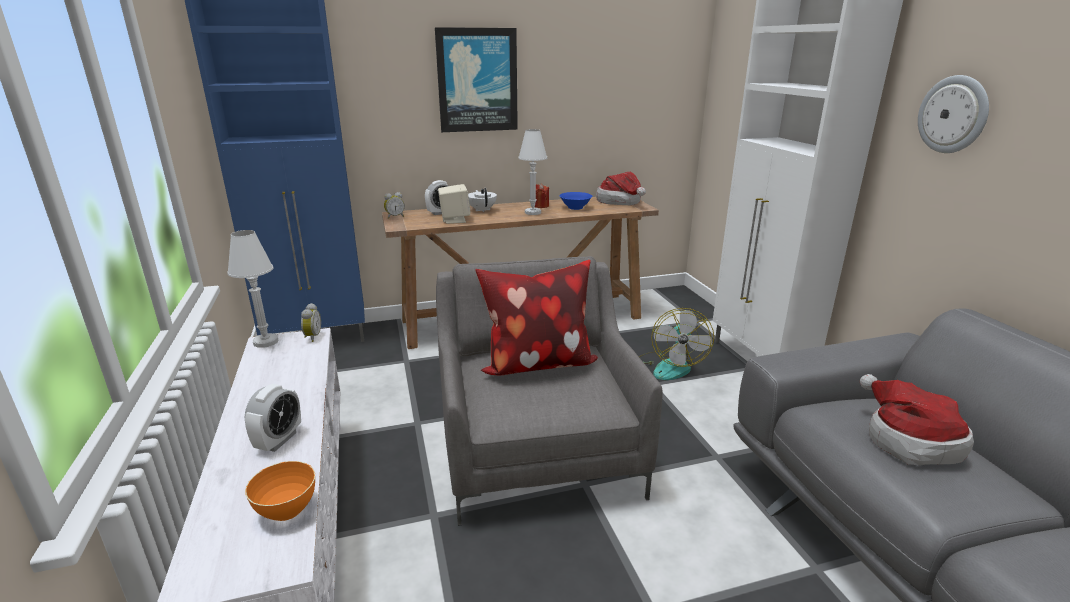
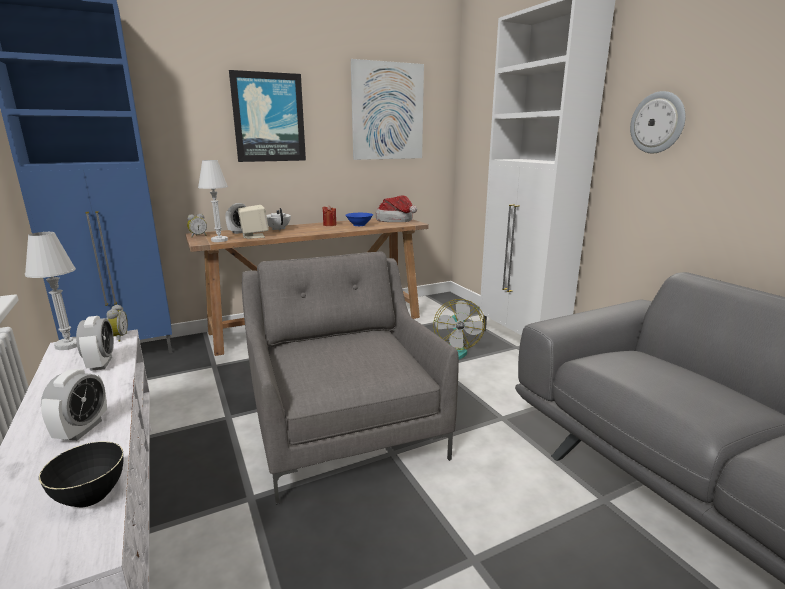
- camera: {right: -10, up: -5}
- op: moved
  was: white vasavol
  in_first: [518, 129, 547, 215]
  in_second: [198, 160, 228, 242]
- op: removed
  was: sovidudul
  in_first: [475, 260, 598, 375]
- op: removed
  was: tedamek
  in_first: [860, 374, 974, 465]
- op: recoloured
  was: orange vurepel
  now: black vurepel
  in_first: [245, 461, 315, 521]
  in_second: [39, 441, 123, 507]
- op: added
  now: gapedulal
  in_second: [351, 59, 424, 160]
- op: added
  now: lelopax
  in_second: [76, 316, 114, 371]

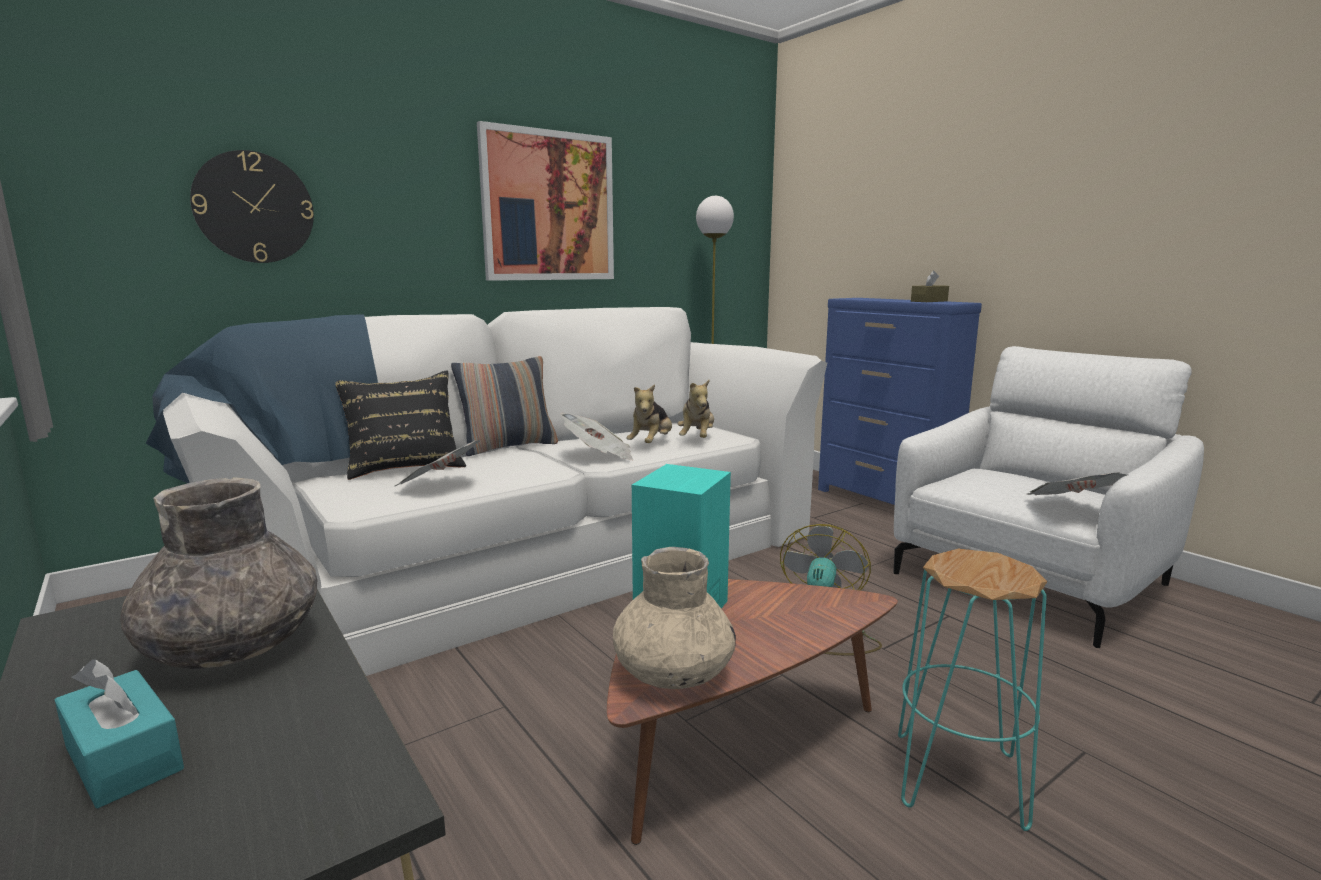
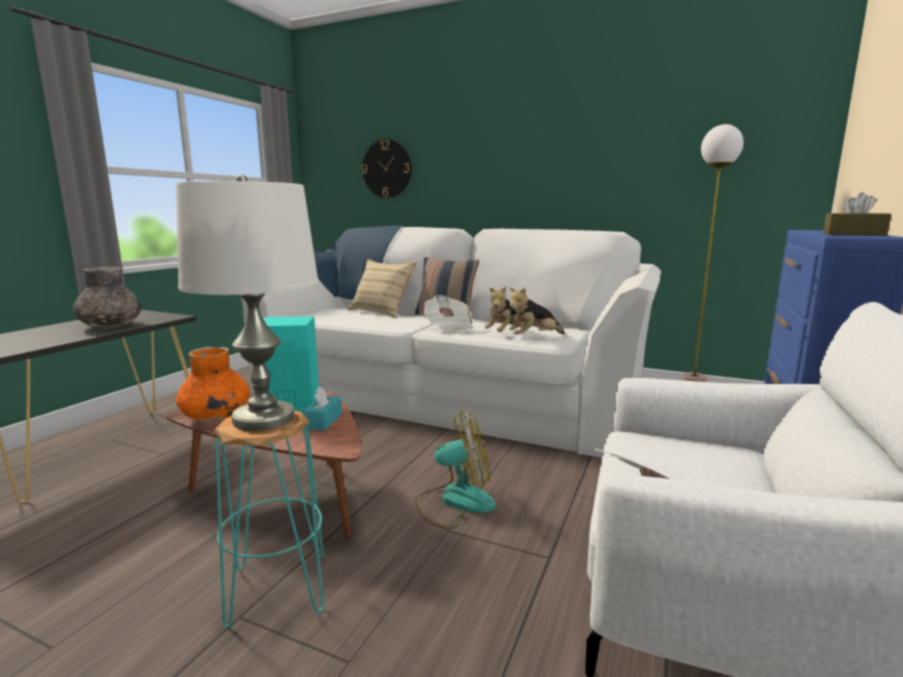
- camera: {right: 60, up: 0}
- op: removed
  was: gapedulal
  in_first: [477, 121, 614, 281]
- op: recoloured
  was: black sovidudul
  now: beige sovidudul
  in_first: [335, 370, 466, 480]
  in_second: [347, 259, 417, 318]
- op: turned
  was: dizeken
  in_first: [626, 384, 672, 443]
  in_second: [484, 287, 522, 332]
  clockwise: -45
- op: removed
  was: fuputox
  in_first: [395, 440, 480, 486]
- op: recoloured
  was: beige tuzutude
  now: orange tuzutude
  in_first: [613, 547, 736, 689]
  in_second: [176, 347, 250, 422]
- op: moved
  was: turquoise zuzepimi
  in_first: [55, 659, 184, 808]
  in_second: [302, 386, 342, 431]
- op: added
  now: white vasavol
  in_second: [176, 174, 319, 431]

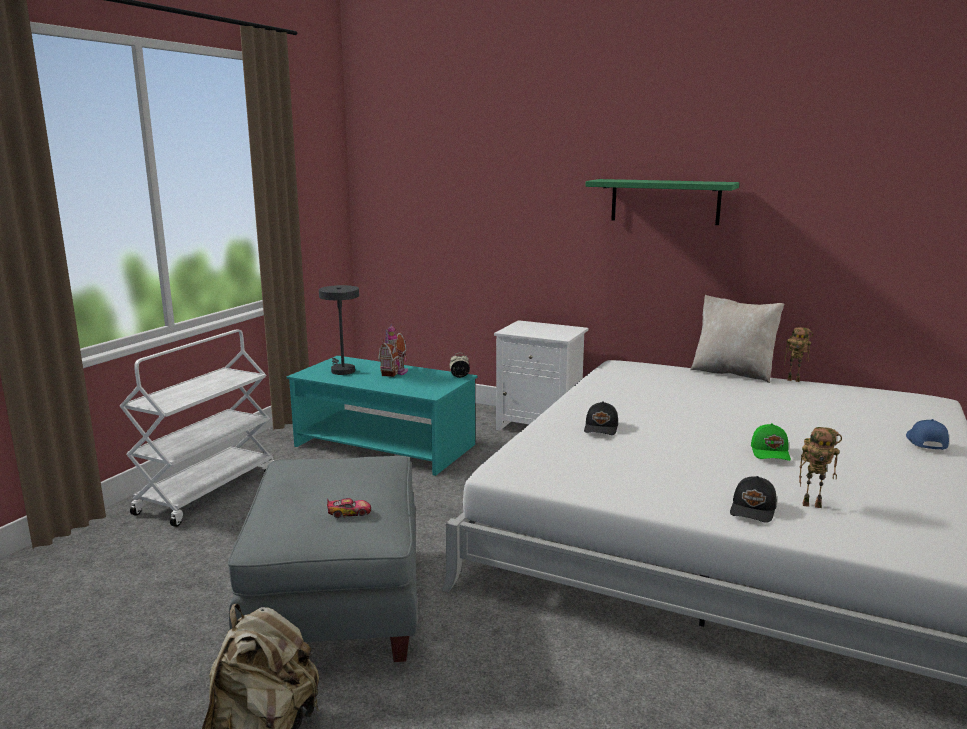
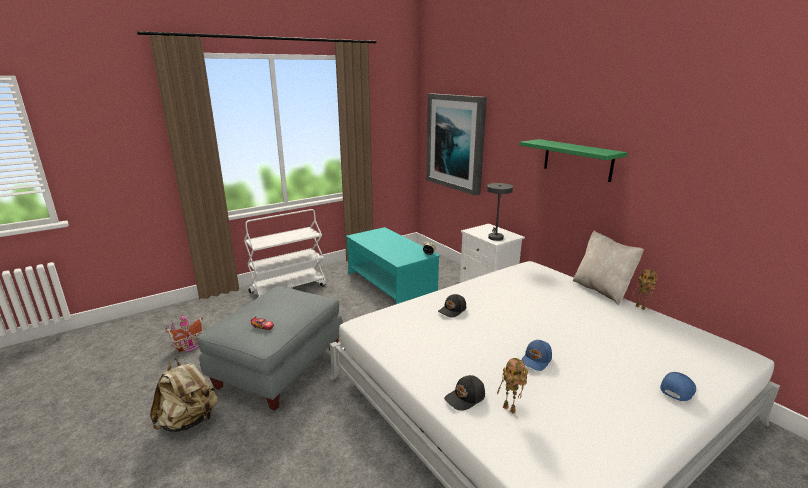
- camera: {right: 30, up: 5}
- op: moved
  was: grey vasavol
  in_first: [319, 285, 359, 375]
  in_second: [487, 183, 513, 241]
- op: moved
  was: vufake
  in_first: [378, 324, 408, 377]
  in_second: [165, 314, 206, 352]
- op: recoloured
  was: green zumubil
  now: blue zumubil
  in_first: [751, 423, 791, 461]
  in_second: [521, 340, 552, 371]
- op: added
  now: gapedulal
  in_second: [426, 93, 487, 196]

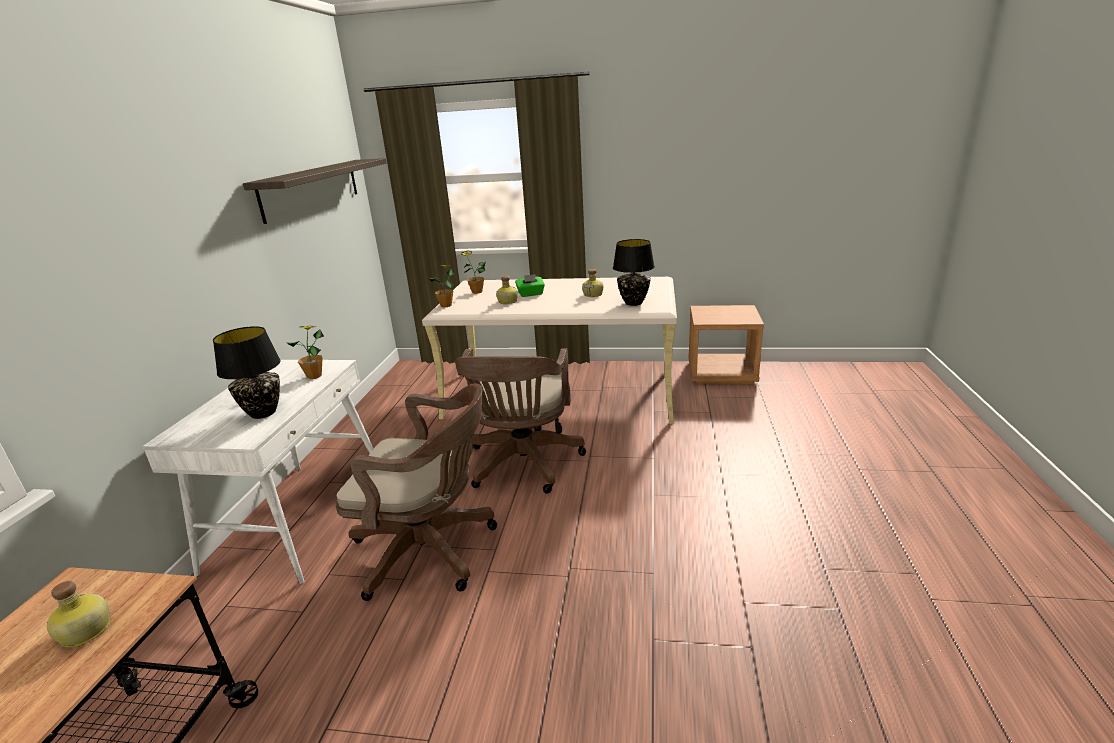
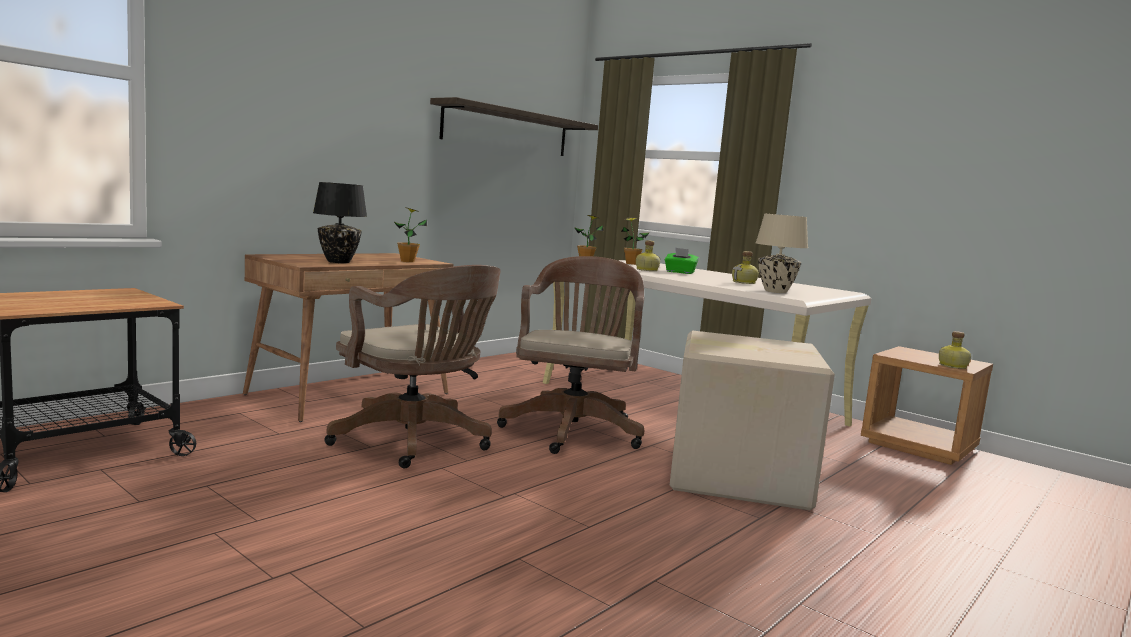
- camera: {right: 30, up: -15}
- op: recoloured
  was: black vasavol
  now: beige vasavol
  in_first: [613, 239, 655, 306]
  in_second: [756, 213, 808, 293]
- op: turned
  was: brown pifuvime
  in_first: [455, 348, 586, 494]
  in_second: [497, 256, 644, 454]
  clockwise: 150
- op: recoloured
  was: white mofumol
  now: brown mofumol
  in_first: [142, 360, 374, 584]
  in_second: [243, 253, 454, 422]
- op: moved
  was: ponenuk
  in_first: [47, 581, 111, 647]
  in_second: [939, 331, 971, 369]
- op: added
  now: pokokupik
  in_second: [670, 331, 835, 510]

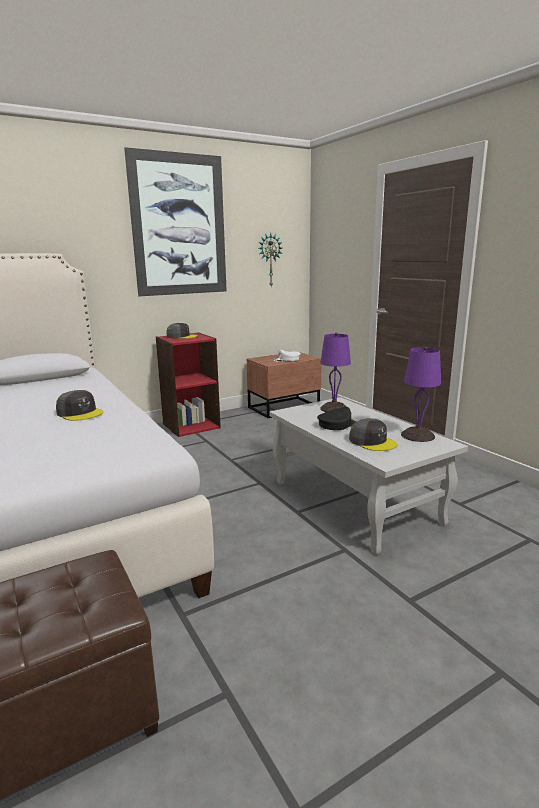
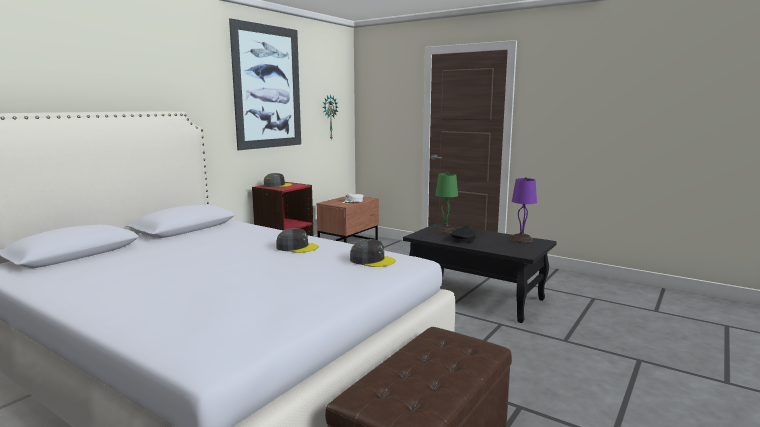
- camera: {right: -25, up: -5}
- op: recoloured
  was: purple vasavol
  now: green vasavol
  in_first: [320, 333, 351, 412]
  in_second: [435, 172, 458, 233]
- op: recoloured
  was: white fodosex
  now: black fodosex
  in_first: [269, 397, 468, 555]
  in_second: [403, 223, 557, 323]
- op: moved
  was: grey zumubil
  in_first: [349, 418, 397, 451]
  in_second: [350, 239, 396, 267]

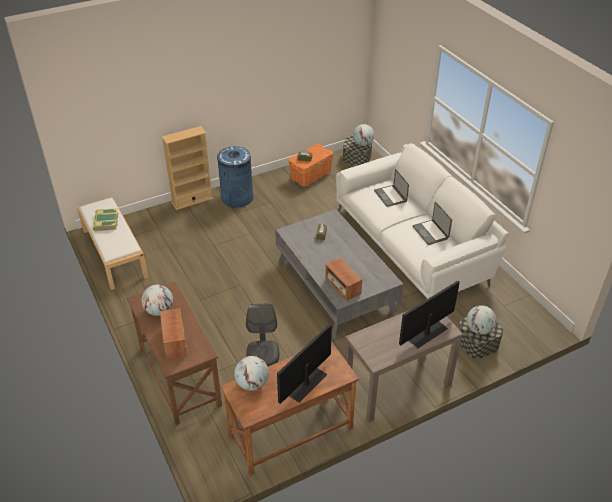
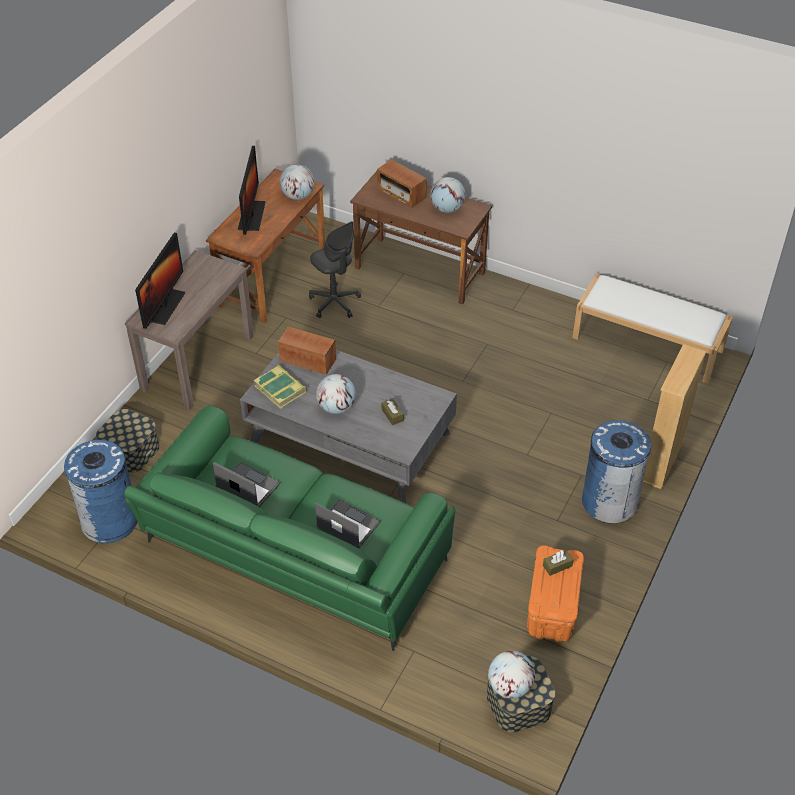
- camera: {right: 145, up: 5}
- op: recoloured
  was: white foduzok
  now: green foduzok
  in_first: [336, 143, 509, 299]
  in_second: [124, 406, 455, 651]
- op: moved
  was: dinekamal
  in_first: [93, 208, 118, 231]
  in_second: [254, 365, 307, 409]
- op: moved
  was: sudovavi
  in_first: [467, 305, 496, 335]
  in_second: [316, 374, 356, 414]
- op: added
  now: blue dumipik
  in_second: [64, 440, 137, 543]

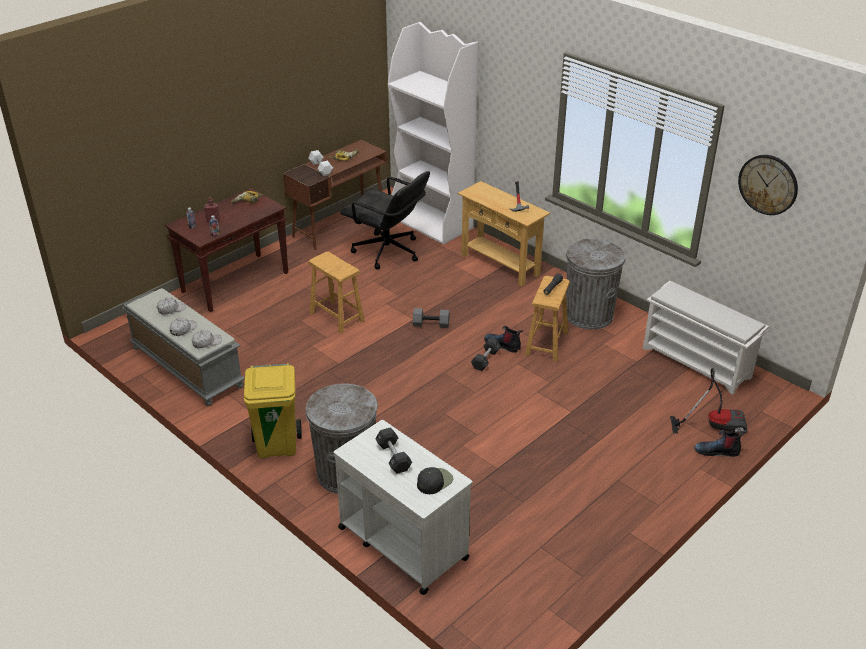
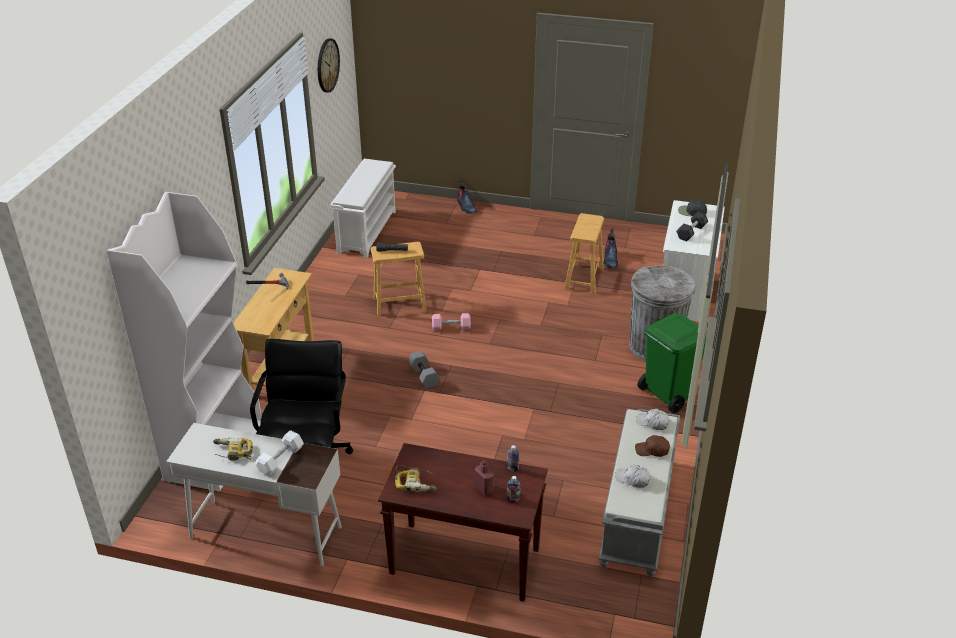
- camera: {right: -120, up: 0}
- op: recoloured
  was: brown mofumol
  now: white mofumol
  in_first: [283, 140, 387, 250]
  in_second: [166, 423, 342, 566]
- op: removed
  was: grey dumipik
  in_first: [566, 238, 625, 330]
- op: moved
  was: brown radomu
  in_first: [308, 252, 365, 334]
  in_second: [564, 213, 604, 294]
- op: recoloured
  was: white zumubil
  now: brown zumubil
  in_first: [170, 318, 197, 336]
  in_second: [635, 435, 670, 457]
- op: moved
  was: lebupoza
  in_first: [484, 326, 523, 353]
  in_second: [604, 228, 618, 268]
- op: recoloured
  was: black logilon
  now: pink logilon
  in_first: [471, 338, 501, 371]
  in_second: [432, 313, 471, 331]
- op: recoloured
  was: yellow dumipik
  now: green dumipik
  in_first: [244, 363, 302, 458]
  in_second: [638, 313, 707, 413]
- op: removed
  was: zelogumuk
  in_first: [670, 368, 747, 433]

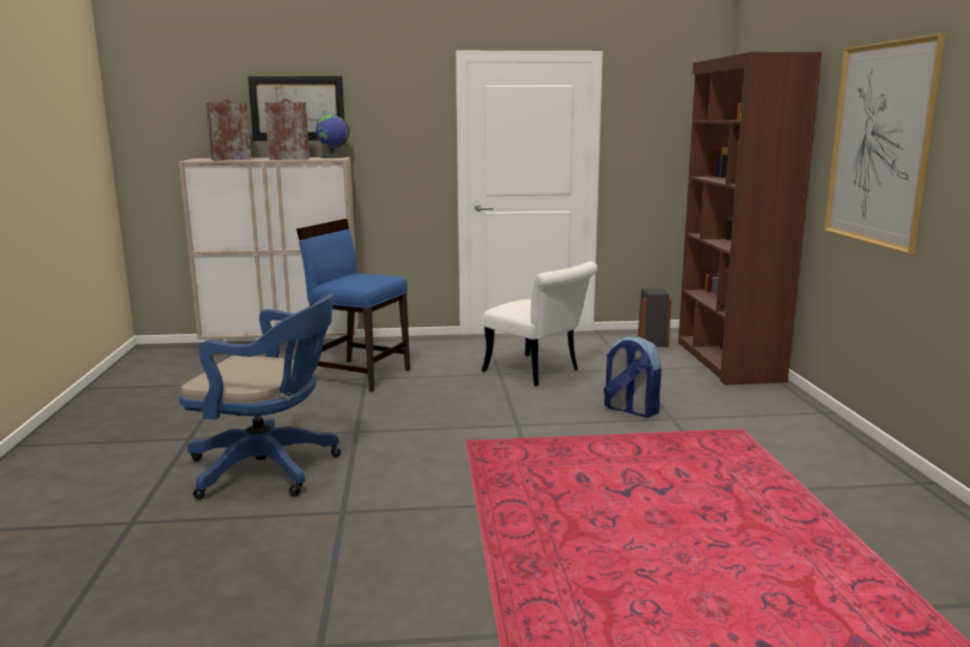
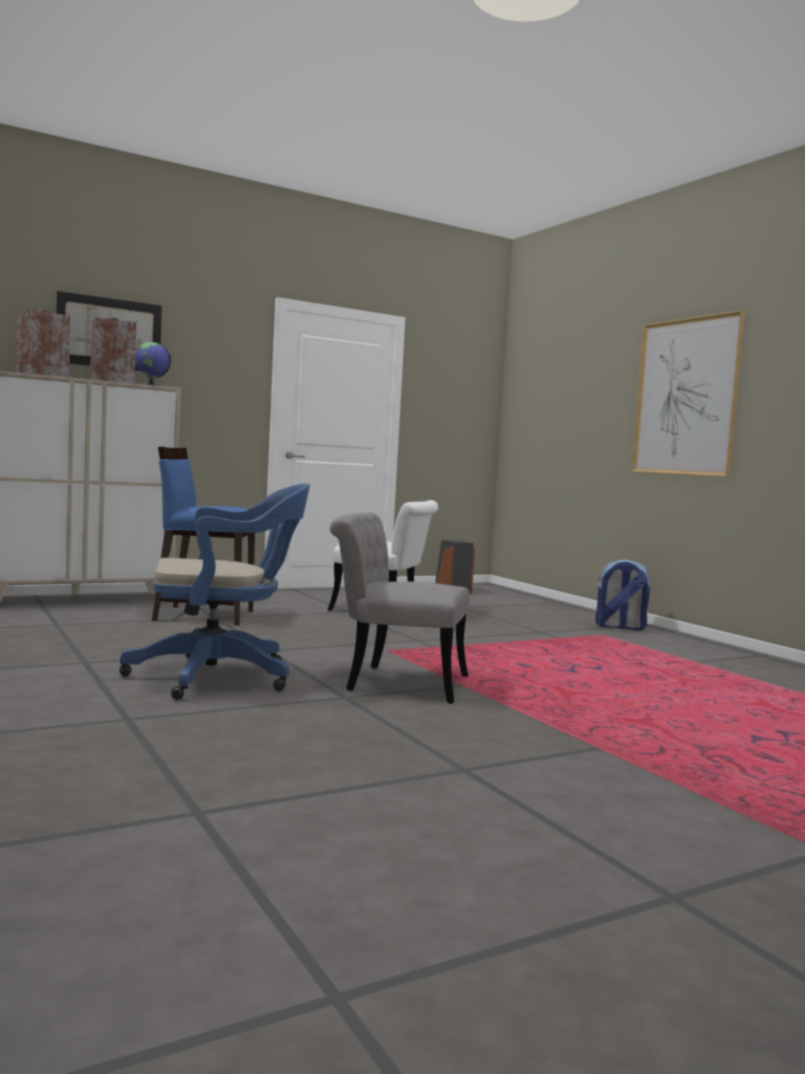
- camera: {right: -25, up: -10}
- op: removed
  was: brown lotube
  in_first: [678, 52, 822, 385]
- op: moved
  was: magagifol
  in_first: [604, 336, 661, 417]
  in_second: [595, 559, 650, 631]
- op: added
  now: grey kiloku
  in_second: [330, 512, 469, 704]

